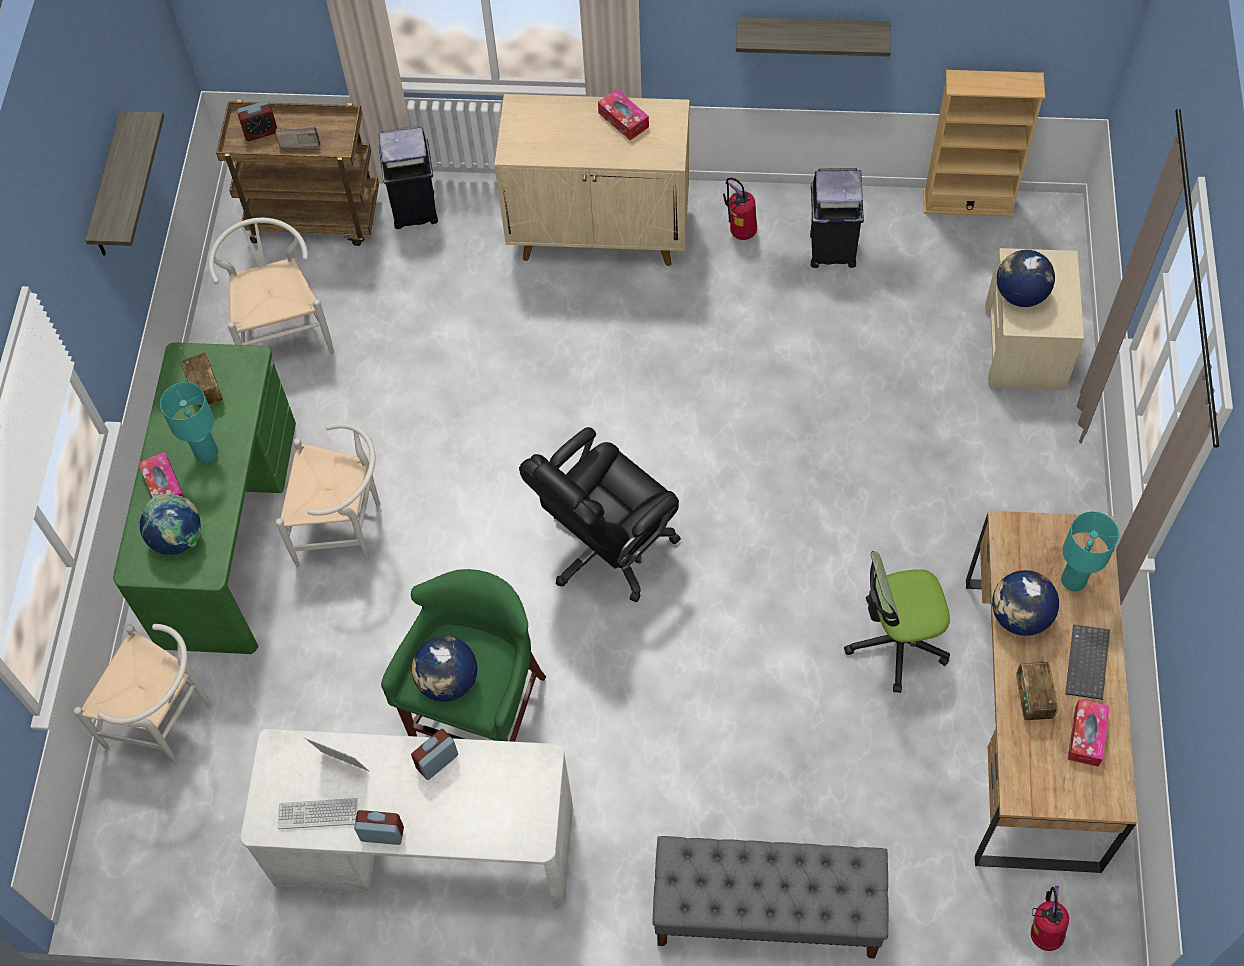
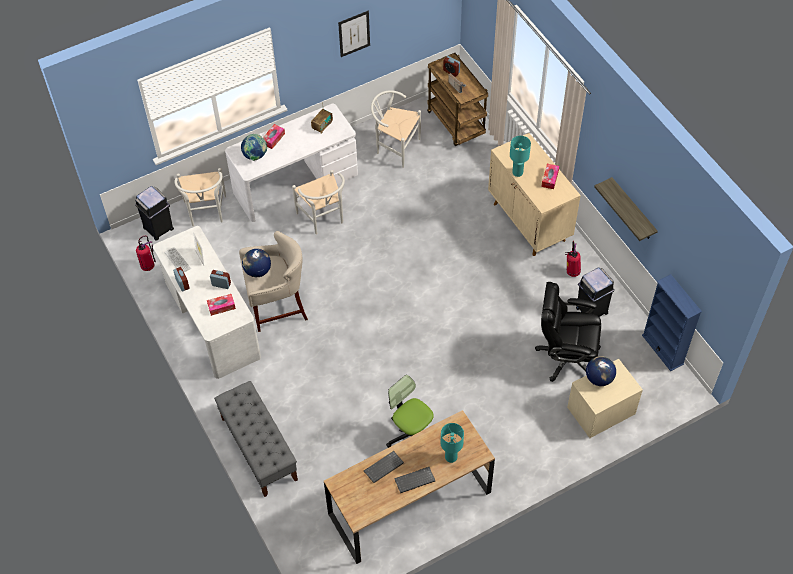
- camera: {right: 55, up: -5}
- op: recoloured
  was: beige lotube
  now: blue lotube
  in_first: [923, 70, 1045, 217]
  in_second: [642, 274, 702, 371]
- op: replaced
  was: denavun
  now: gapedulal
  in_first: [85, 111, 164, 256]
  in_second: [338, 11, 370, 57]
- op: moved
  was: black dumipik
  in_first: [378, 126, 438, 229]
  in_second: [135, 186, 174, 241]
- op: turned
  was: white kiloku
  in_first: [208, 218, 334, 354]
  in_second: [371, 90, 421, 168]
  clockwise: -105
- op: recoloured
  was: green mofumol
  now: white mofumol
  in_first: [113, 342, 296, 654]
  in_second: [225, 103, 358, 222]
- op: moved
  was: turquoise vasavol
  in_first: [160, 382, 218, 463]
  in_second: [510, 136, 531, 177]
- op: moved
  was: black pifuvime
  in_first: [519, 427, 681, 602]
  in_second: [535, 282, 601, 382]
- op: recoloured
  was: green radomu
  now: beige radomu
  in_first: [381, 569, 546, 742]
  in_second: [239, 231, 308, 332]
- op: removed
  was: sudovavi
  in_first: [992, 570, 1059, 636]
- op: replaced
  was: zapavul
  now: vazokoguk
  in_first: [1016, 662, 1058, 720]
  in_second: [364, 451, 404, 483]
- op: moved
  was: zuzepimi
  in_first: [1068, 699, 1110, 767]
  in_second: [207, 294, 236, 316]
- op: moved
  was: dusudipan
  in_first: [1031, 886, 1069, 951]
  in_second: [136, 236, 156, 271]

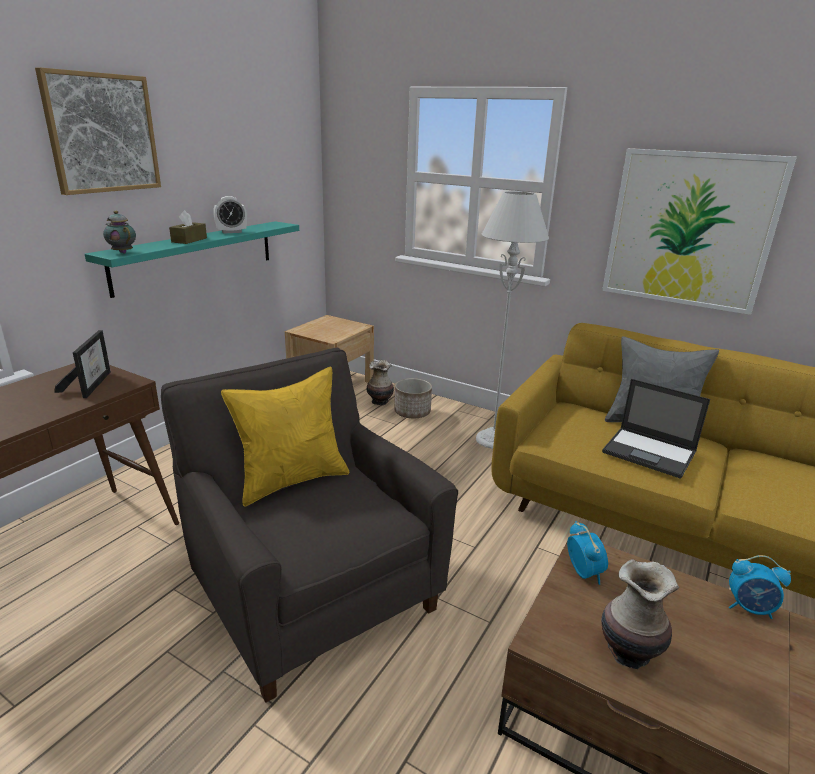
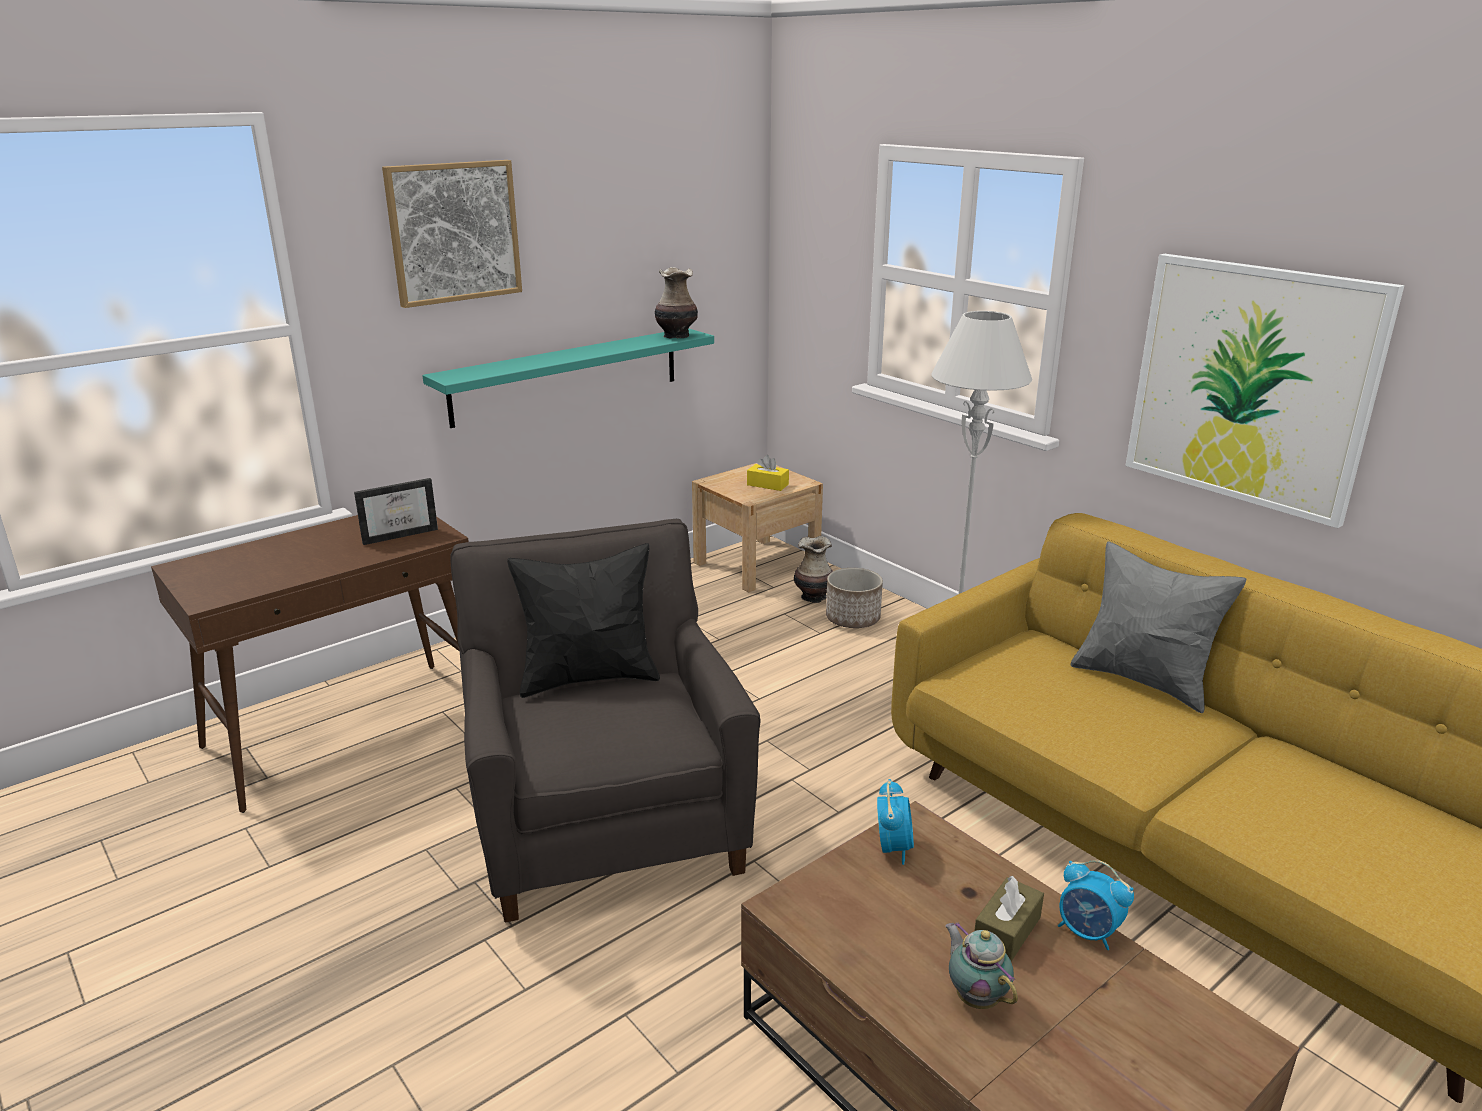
- camera: {right: 20, up: 0}
- op: removed
  was: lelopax
  in_first: [213, 196, 247, 234]
- op: moved
  was: brown zuzepimi
  in_first: [169, 210, 207, 244]
  in_second: [974, 876, 1044, 962]
- op: moved
  was: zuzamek
  in_first: [103, 211, 136, 254]
  in_second: [945, 922, 1018, 1009]
- op: turned
  was: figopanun
  in_first: [54, 330, 111, 398]
  in_second: [354, 478, 438, 545]
  clockwise: 45
- op: recoloured
  was: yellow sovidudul
  now: black sovidudul
  in_first: [221, 366, 350, 507]
  in_second: [507, 543, 660, 698]
- op: removed
  was: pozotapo
  in_first: [602, 379, 710, 479]
- op: moved
  was: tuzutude
  in_first: [601, 559, 679, 669]
  in_second: [655, 267, 698, 339]
- op: added
  now: yellow zuzepimi
  in_second: [747, 455, 789, 491]

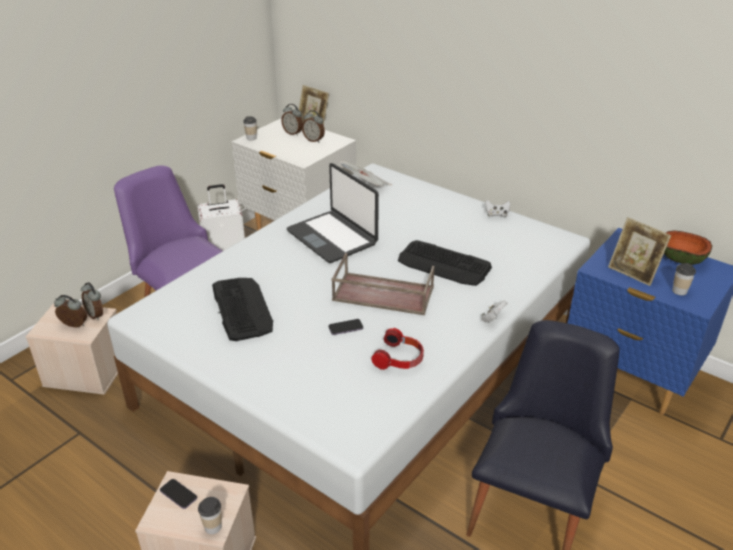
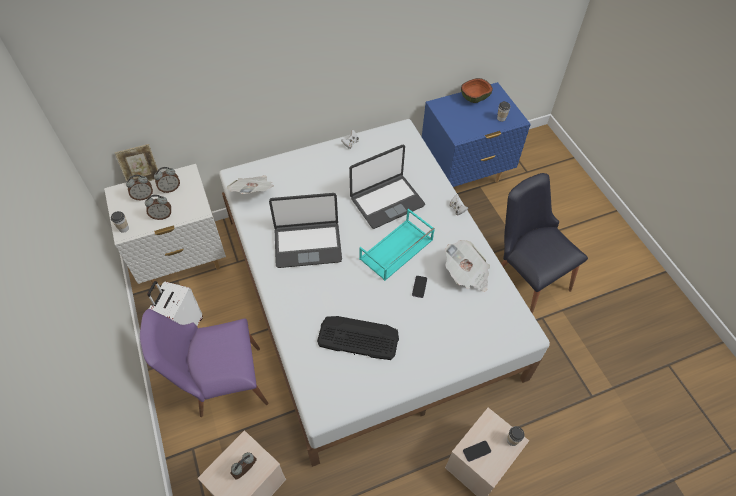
- camera: {right: -60, up: 20}
- op: removed
  was: figopanun
  in_first: [608, 217, 671, 286]
- op: replaced
  was: vazokoguk
  now: pozotapo
  in_first: [398, 240, 492, 286]
  in_second: [349, 145, 425, 229]
- op: recoloured
  was: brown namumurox
  now: turquoise namumurox
  in_first: [331, 253, 435, 315]
  in_second: [359, 209, 435, 281]
- op: moved
  was: lelopax
  in_first: [81, 282, 103, 320]
  in_second: [145, 195, 171, 220]
- op: replaced
  was: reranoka
  now: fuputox
  in_first: [371, 328, 424, 370]
  in_second: [445, 240, 490, 292]

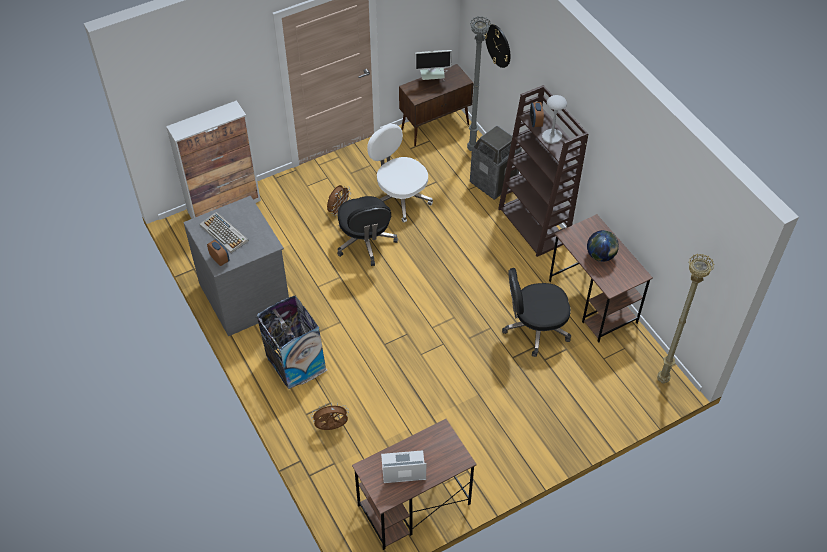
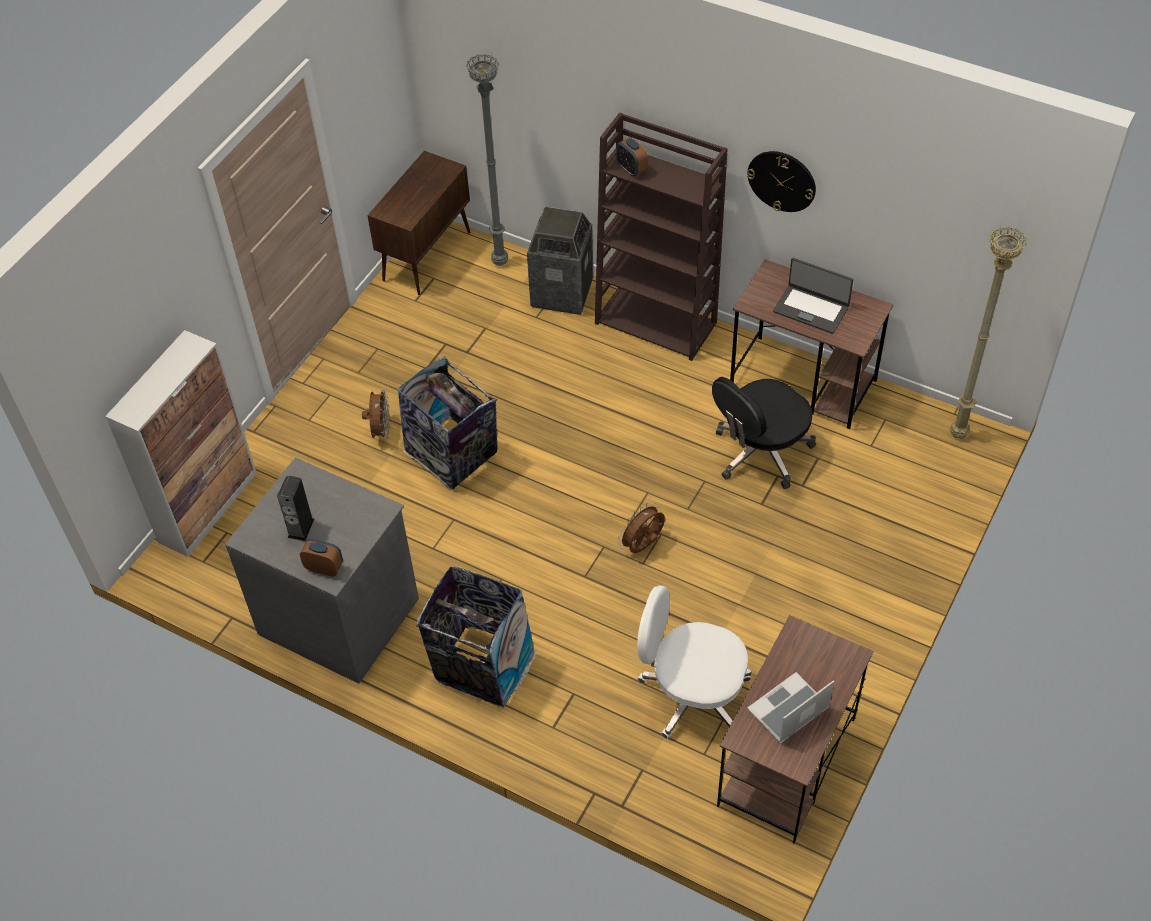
- camera: {right: -30, up: 0}
- op: moved
  was: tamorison
  in_first: [484, 24, 511, 68]
  in_second: [747, 151, 816, 212]
- op: removed
  was: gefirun
  in_first: [415, 50, 452, 80]
- op: removed
  was: grey vasavol
  in_first: [542, 95, 567, 144]
- op: moved
  was: white pifuvime
  in_first: [367, 124, 433, 223]
  in_second: [637, 585, 751, 739]
- op: replaced
  was: black pifuvime
  now: dumipik
  in_first: [337, 196, 398, 266]
  in_second: [397, 357, 497, 490]
- op: replaced
  was: vazokoguk
  now: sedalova
  in_first: [200, 212, 249, 253]
  in_second: [277, 475, 314, 541]
- op: replaced
  was: sudovavi
  now: pozotapo
  in_first: [587, 230, 619, 262]
  in_second: [773, 258, 853, 334]
- op: moved
  was: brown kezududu
  in_first: [311, 403, 349, 430]
  in_second: [618, 503, 665, 553]

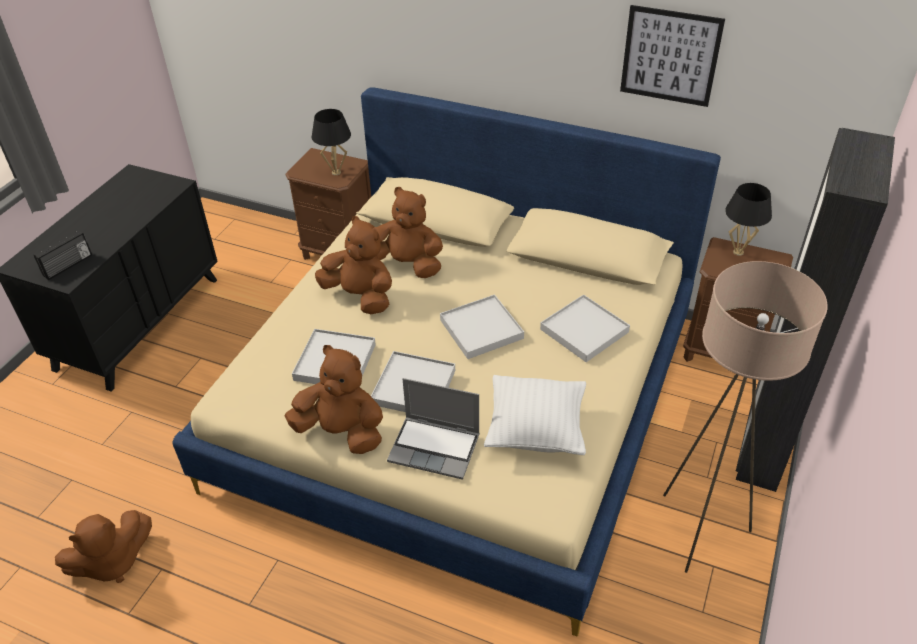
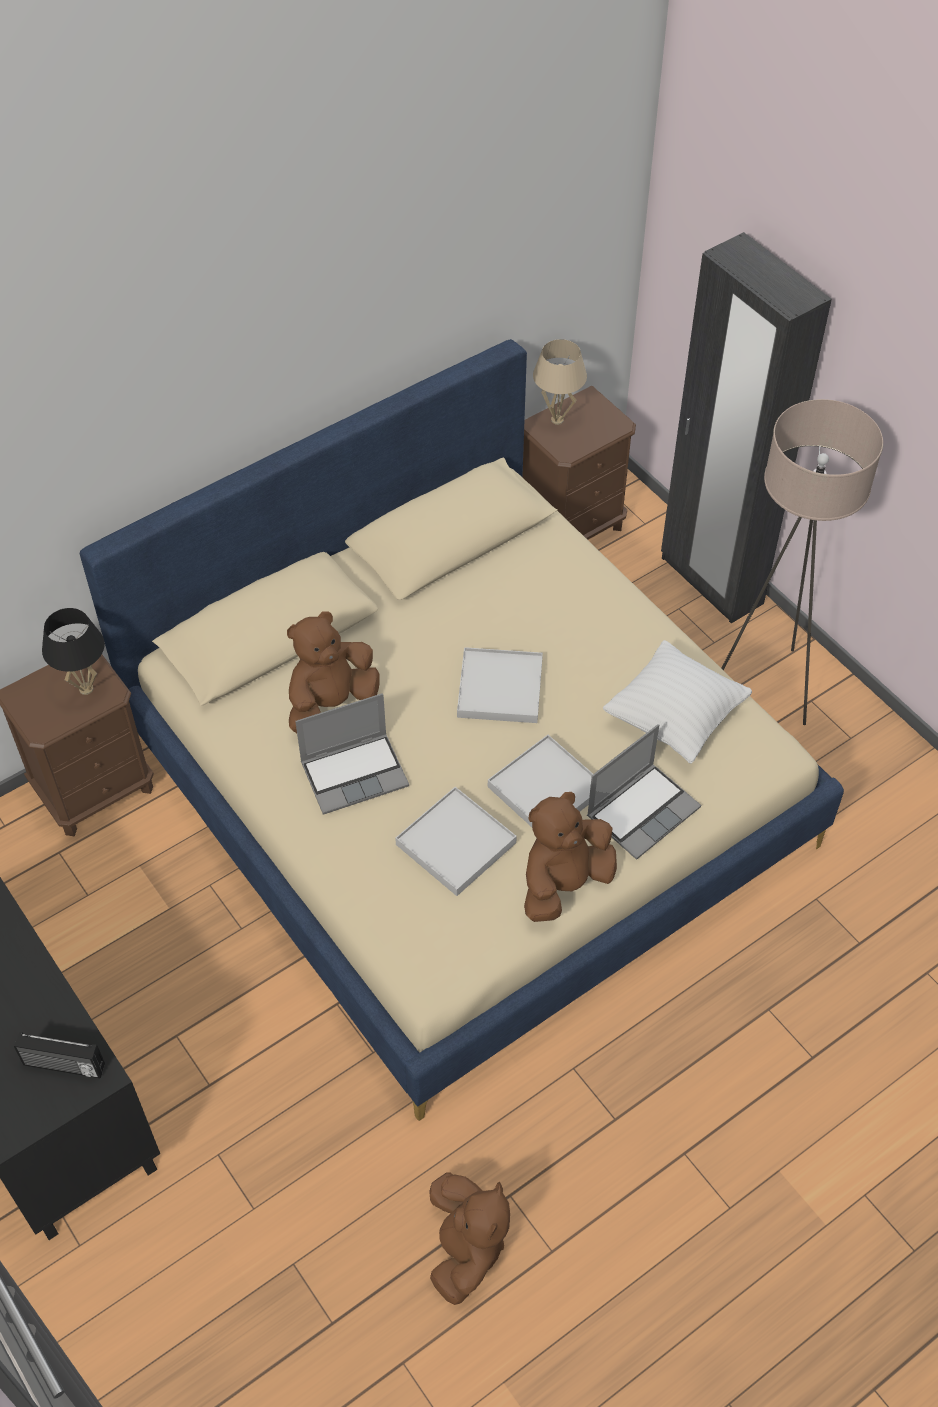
- camera: {right: -60, up: 10}
- op: removed
  was: gapedulal
  in_first: [620, 5, 725, 107]
- op: recoloured
  was: black vasavol
  now: beige vasavol
  in_first: [725, 183, 772, 256]
  in_second: [533, 339, 587, 425]
- op: replaced
  was: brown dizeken
  now: pozotapo
  in_first: [315, 216, 392, 314]
  in_second: [295, 693, 409, 815]
- op: turned
  was: zapavul
  in_first: [33, 230, 92, 280]
  in_second: [14, 1032, 105, 1078]
  clockwise: 120
- op: removed
  was: white namumurox
  in_first: [540, 294, 630, 362]

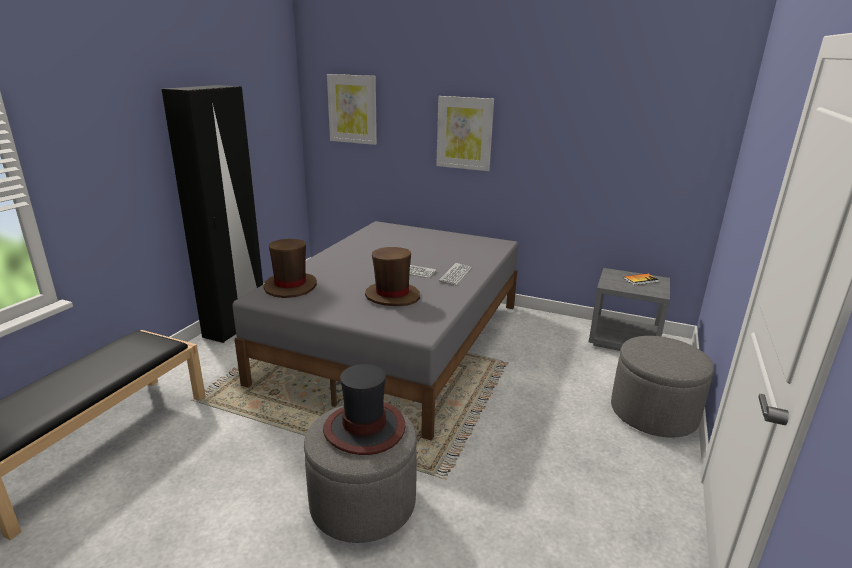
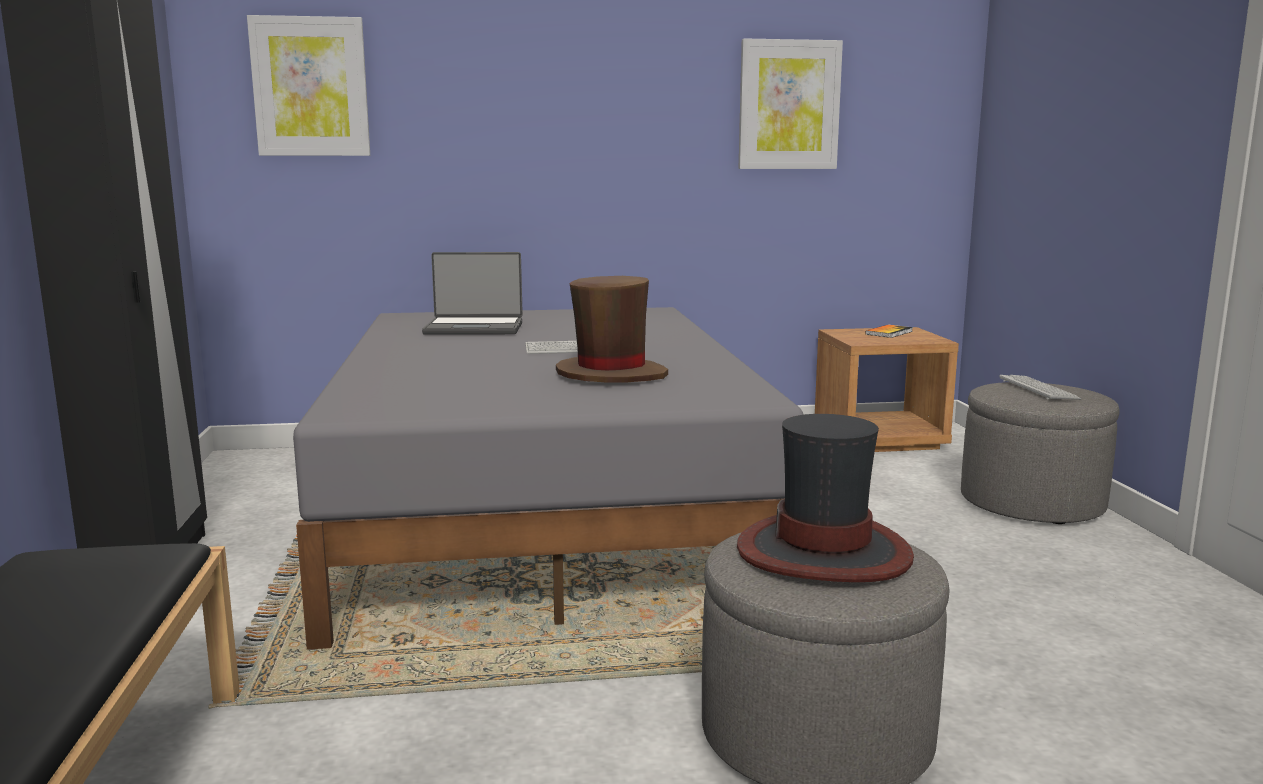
- camera: {right: -30, up: -10}
- op: moved
  was: gapedulal
  in_first: [436, 96, 494, 171]
  in_second: [739, 38, 843, 169]
- op: removed
  was: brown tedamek
  in_first: [263, 239, 317, 298]
- op: moved
  was: vazokoguk
  in_first: [439, 263, 472, 285]
  in_second: [999, 375, 1081, 400]
- op: recoloured
  was: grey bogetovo
  now: brown bogetovo
  in_first: [589, 268, 670, 351]
  in_second: [815, 327, 959, 452]
- op: added
  now: pozotapo
  in_second: [422, 252, 523, 335]

